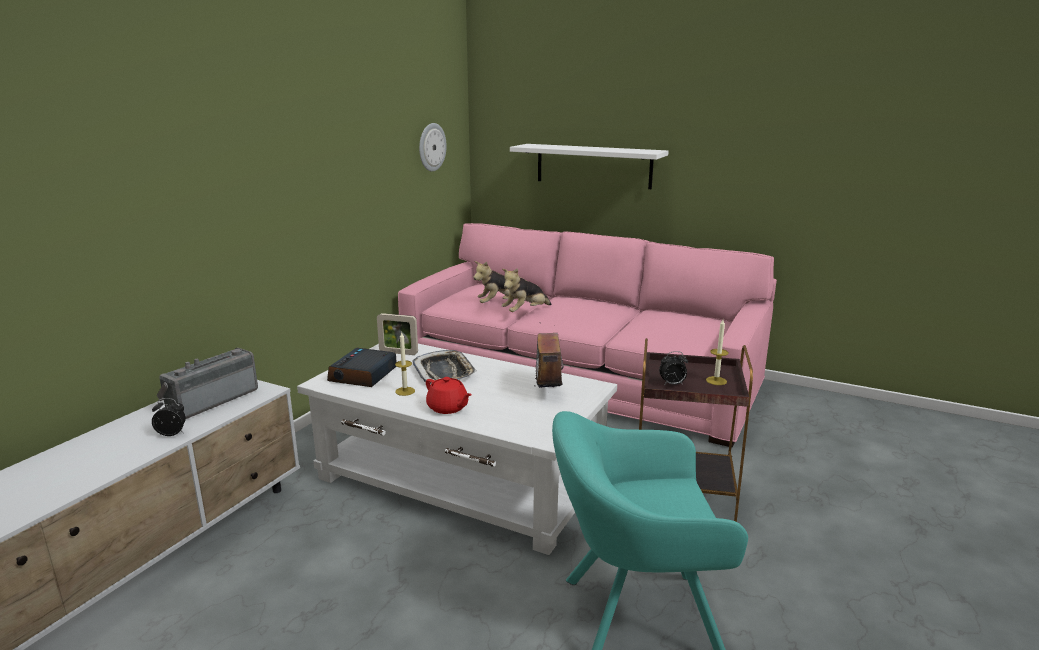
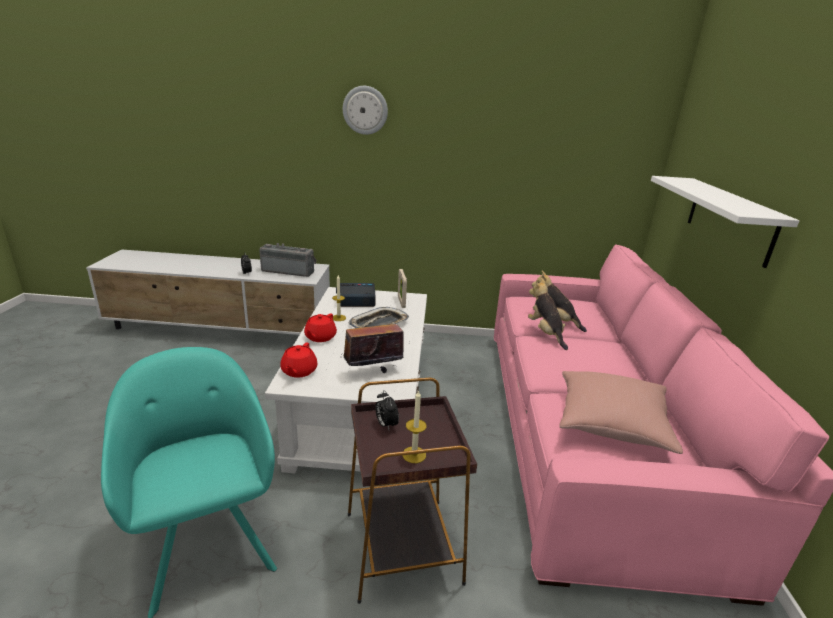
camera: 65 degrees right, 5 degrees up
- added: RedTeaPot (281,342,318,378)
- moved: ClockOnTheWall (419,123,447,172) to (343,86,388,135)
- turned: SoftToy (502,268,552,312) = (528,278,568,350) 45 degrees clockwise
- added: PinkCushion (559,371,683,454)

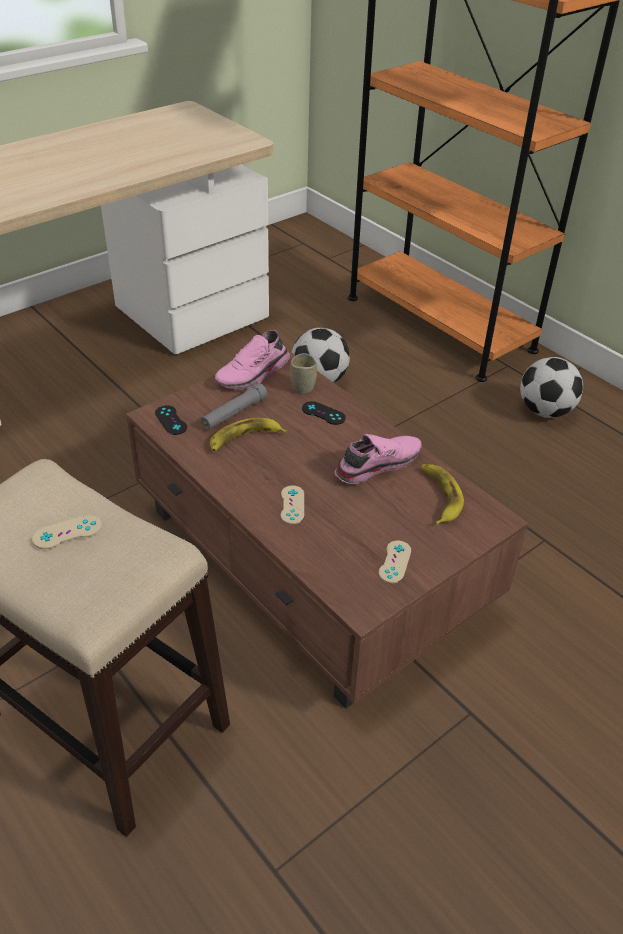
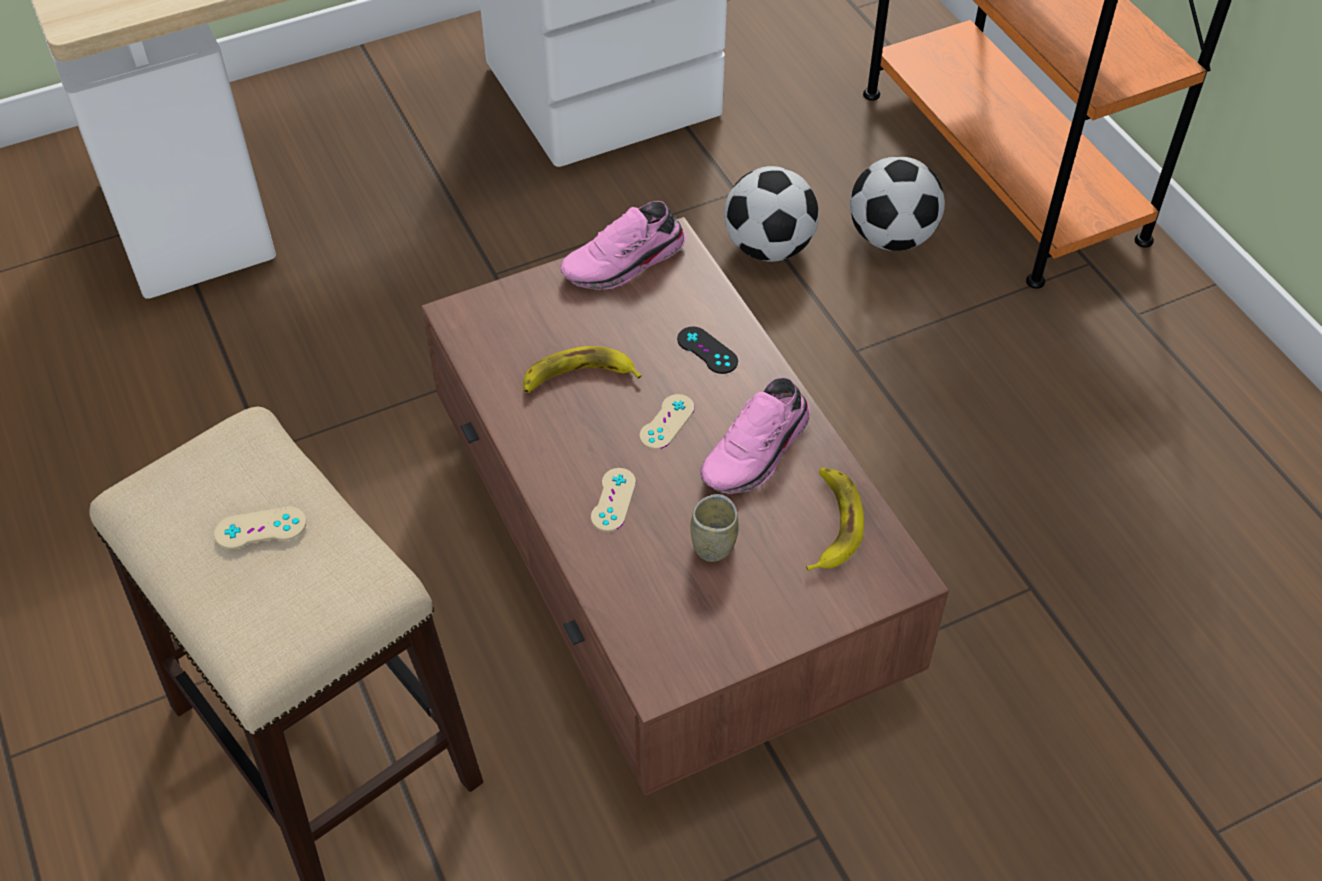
camera: 15 degrees right, 10 degrees up
- moved: BeigeColouredGameController (379,541,411,583) to (639,394,695,450)
- moved: DrinkingCup (289,353,317,394) to (690,494,739,562)
- turned: PinkLowShoe (334,434,422,484) = (700,377,810,494) 150 degrees clockwise
- moved: Football (520,357,583,418) to (850,157,945,251)
- removed: BlackishGameController (155,405,187,435)
- removed: GrayFlashlight (201,383,267,430)

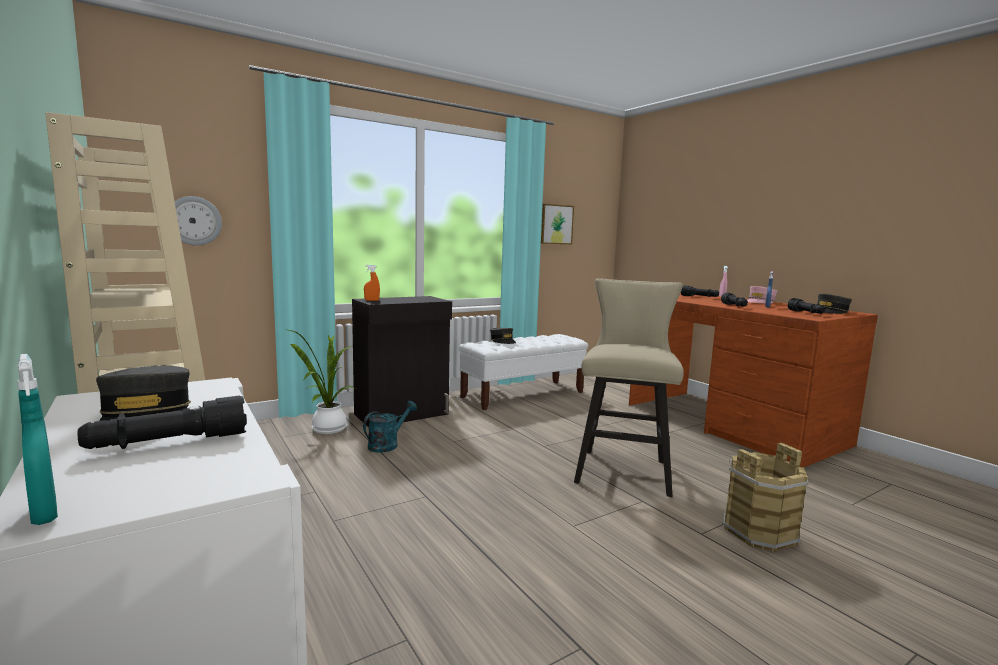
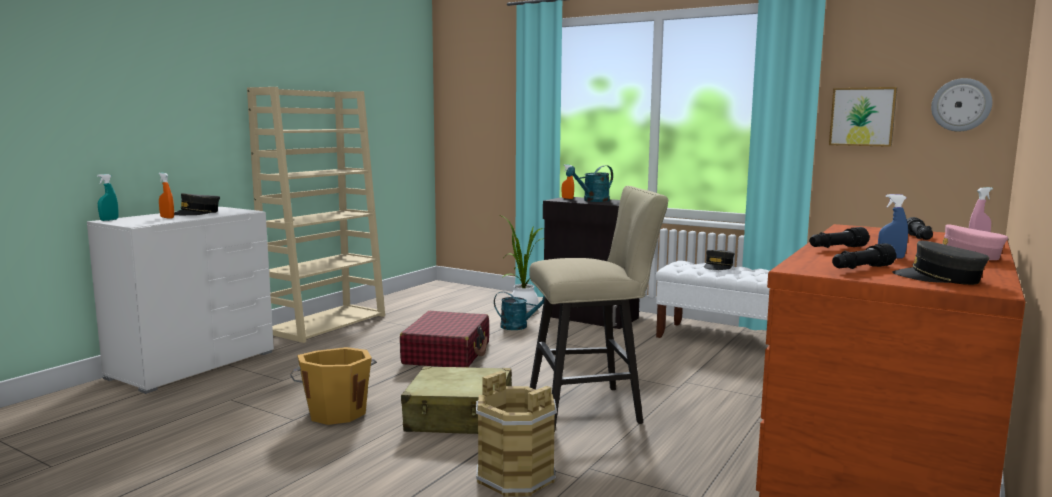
camera: 65 degrees right, 0 degrees up
- replaced: BlackishFlashlight (78,396,247,449) to OrangeSprayer (159,173,174,219)
- added: OrangeWaterBucket (290,347,377,425)
- added: RedPieceOfLuggage (400,311,489,367)
- added: BeigeColouredPieceOfLuggage (401,366,512,434)
- added: BlueGreenWateringCan (566,165,613,202)
- moved: ClockOnTheWall (175,196,222,246) to (931,78,992,132)

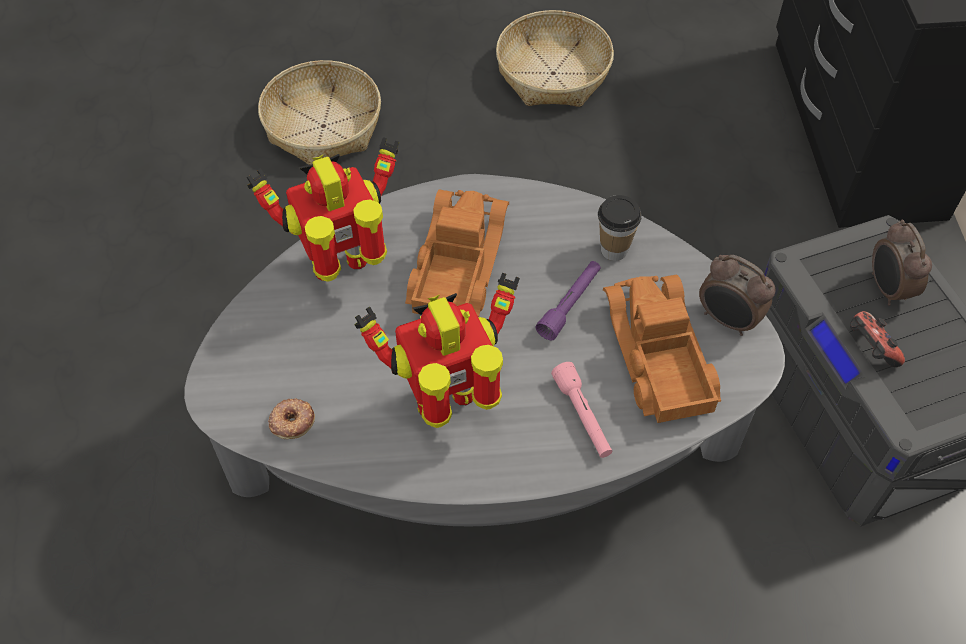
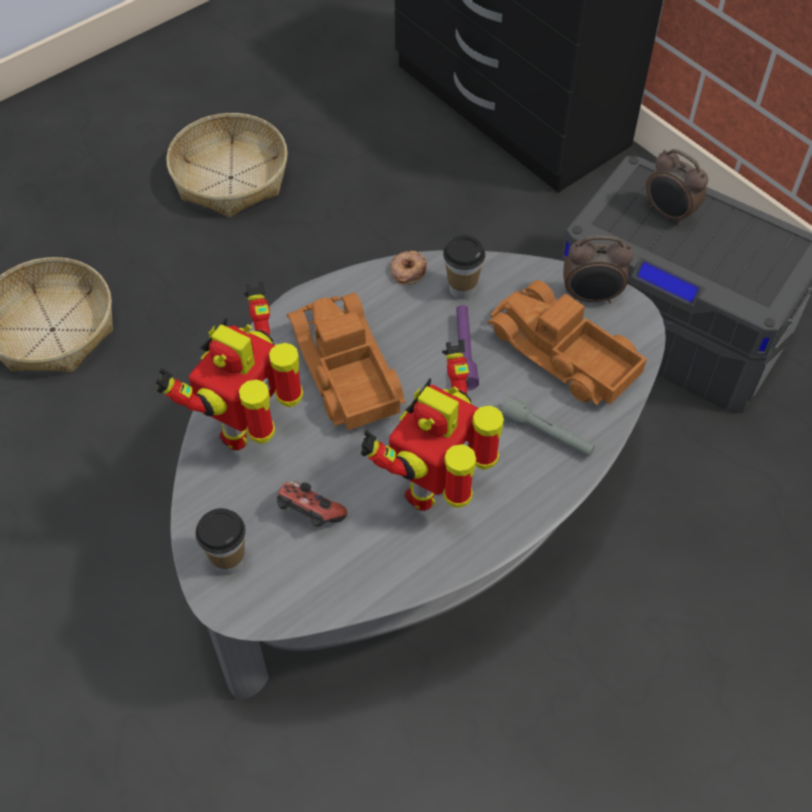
camera: 35 degrees left, 0 degrees up
- added: DrinkingCup (196,508,246,575)
- moved: GameController (850,311,905,367) to (277,481,347,527)
- moved: Donut (268,398,315,439) to (390,251,427,285)
- recoloured: PinkFlashlight (551,362,612,458) to GrayFlashlight (500,395,595,457)

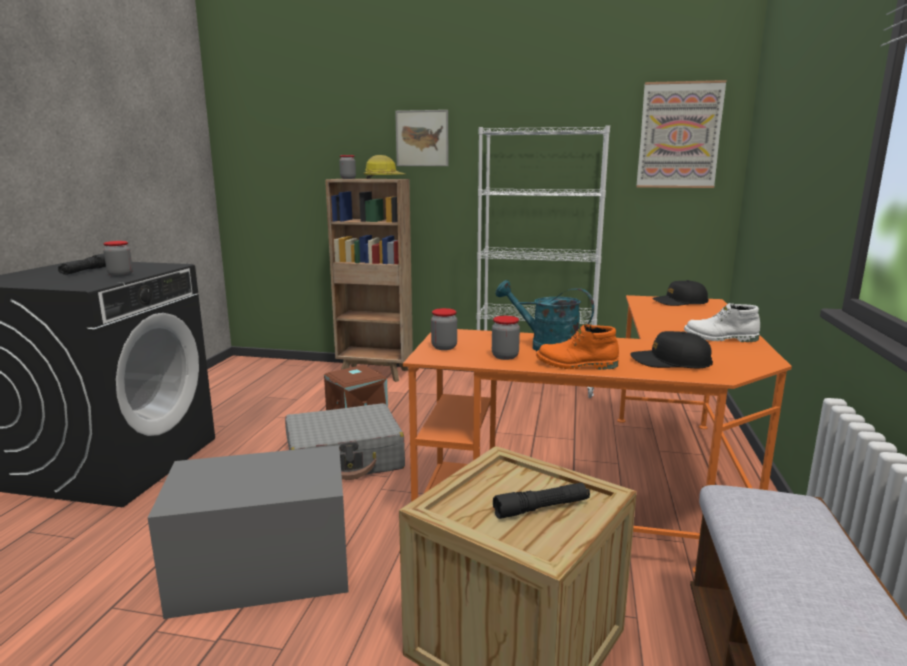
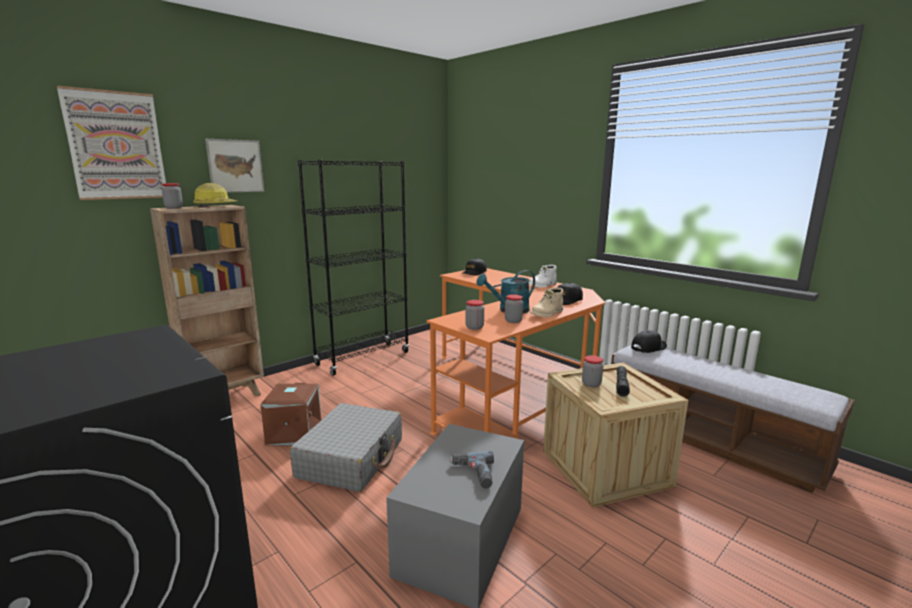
camera: 55 degrees left, 0 degrees up
- moved: WallPicture (637,80,727,188) to (57,86,166,200)
- recoloured: WhiteBookcase (477,125,610,398) to BlackishBookcase (298,160,409,376)
- added: ElectricDrill (449,451,494,488)
- recoloured: OrangeTallBoot (536,324,619,370) to BeigeColouredTallBoot (530,287,563,317)
- moved: PreserveJar (103,241,133,277) to (582,355,603,388)
- added: BlackishBaseballCap (631,330,667,353)
- removed: BlackishFlashlight (58,253,106,275)

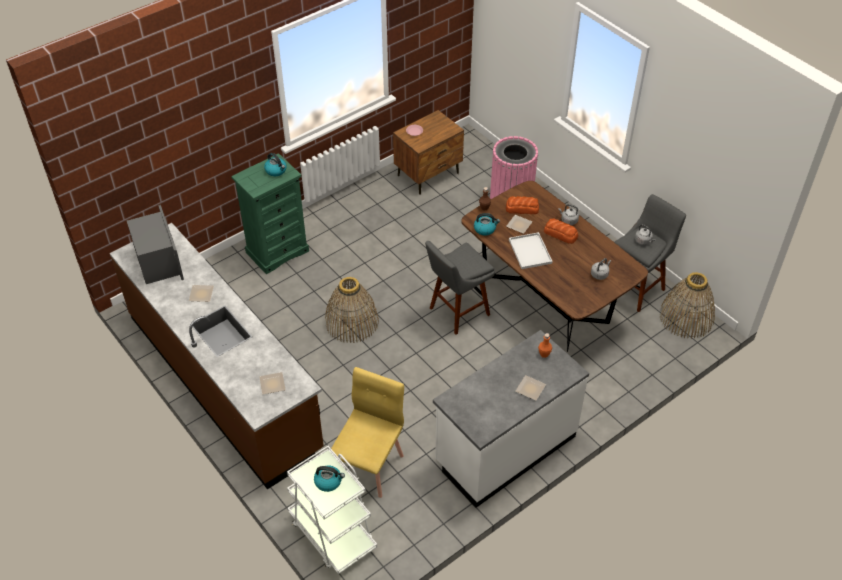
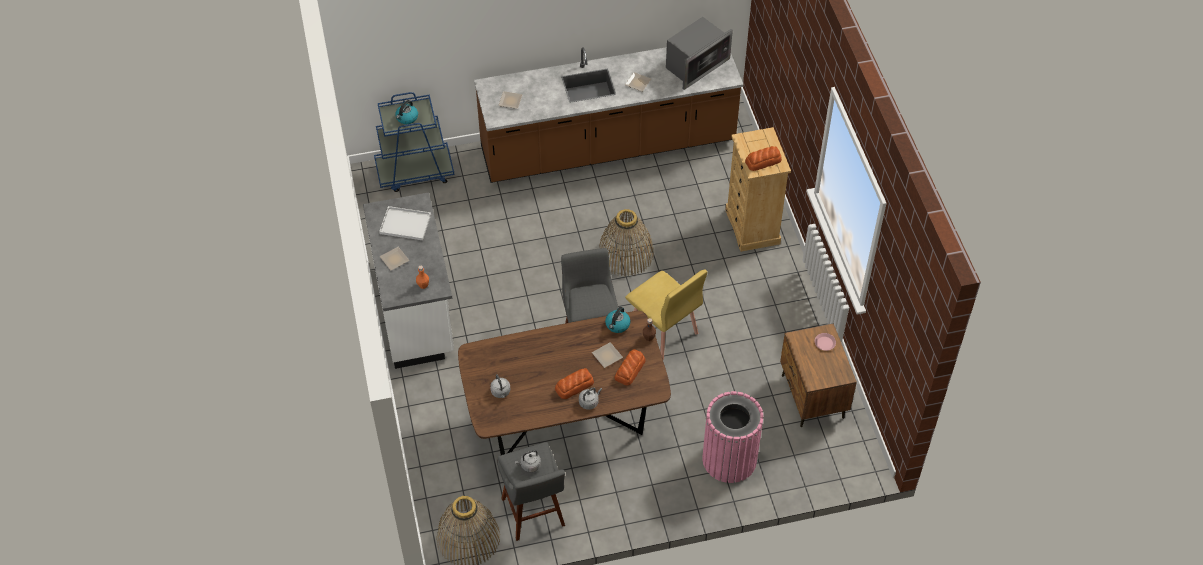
camera: 115 degrees right, 5 degrees up
- recoloured: WhiteCart (287,446,377,574) to BlueColouredCart (374,92,454,192)
- moved: WhiteTray (509,232,552,269) to (379,206,431,240)
- moved: YellowishUprightChair (331,367,404,498) to (625,269,707,360)
- turned: Microwave (127,205,184,284) = (666,17,733,90) 45 degrees counterclockwise
- recoloured: GreenChestOfDrawers (231,153,309,274) to BeigeColouredChestOfDrawers (725,127,791,252)
- replaced: Kettle (264,153,287,176) to BakeryBread (745,146,782,171)

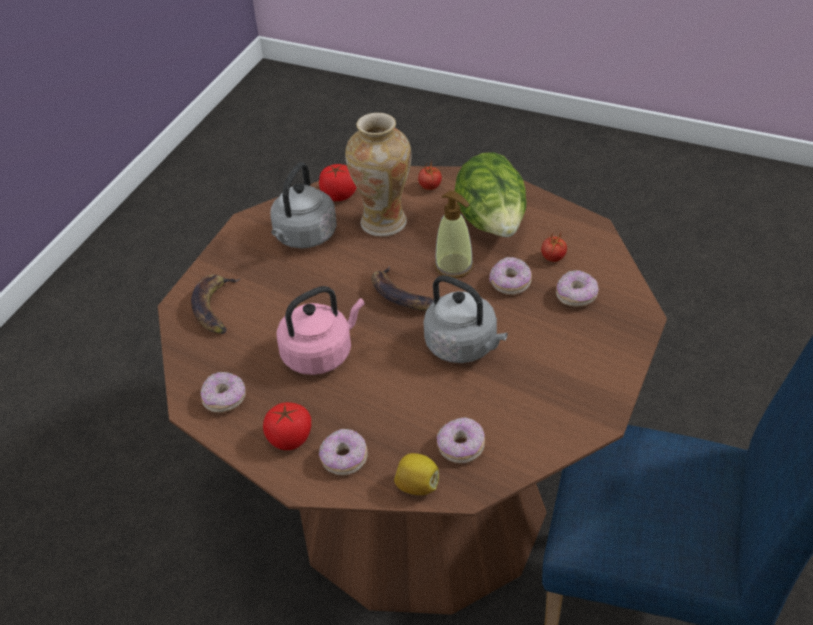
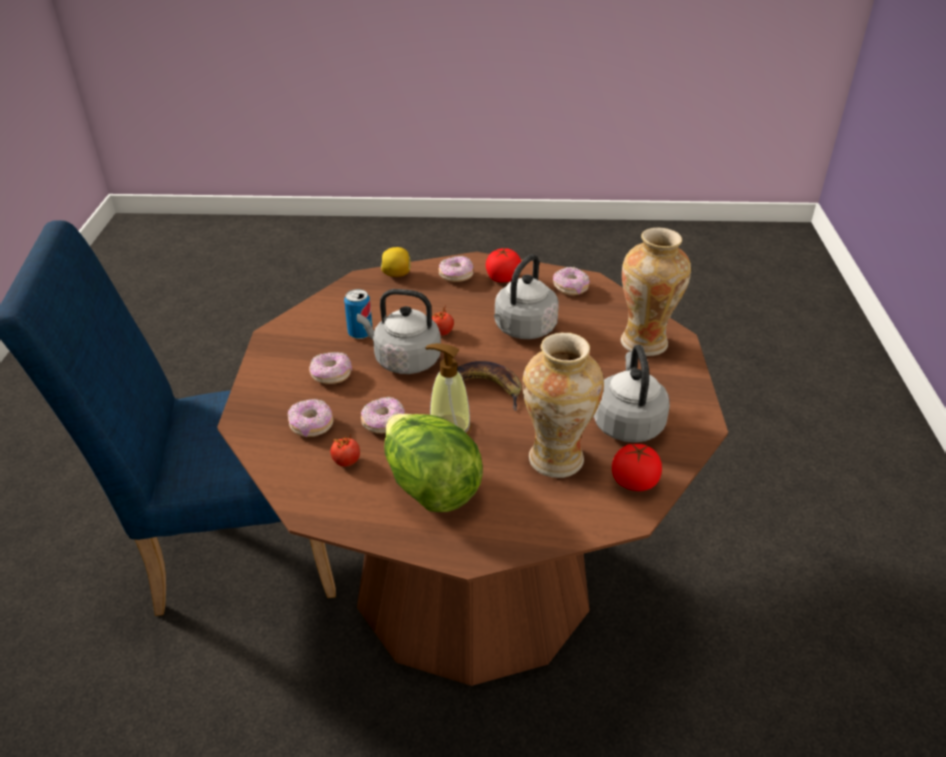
camera: 155 degrees right, 5 degrees down
- moved: Donut (437,417,485,463) to (309,352,352,384)
- added: Can (344,289,373,339)
- moved: WholeTomato (418,160,442,190) to (432,305,454,336)
- recoloured: PinkKettle (276,286,365,375) to GrayKettle (494,254,559,339)
- replaced: BananaFruit (191,274,240,334) to DecorativeVase (621,228,691,356)

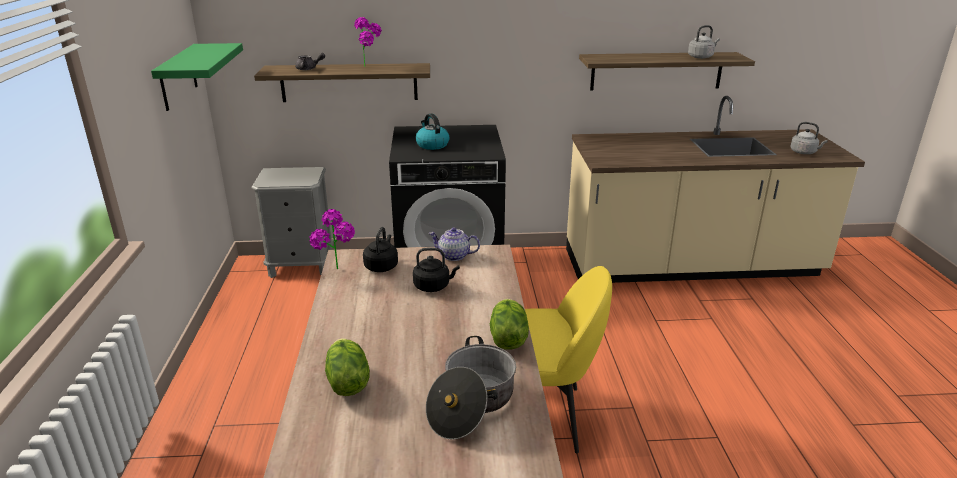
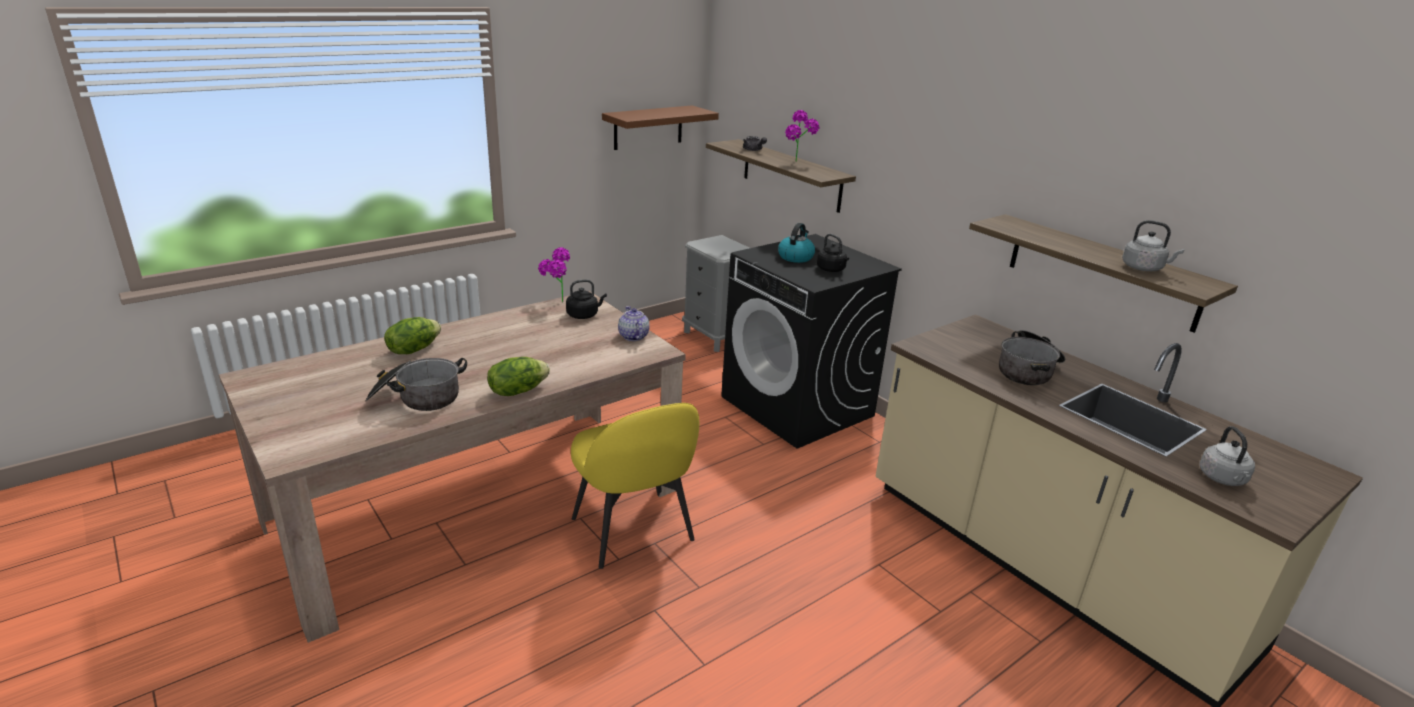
camera: 55 degrees right, 0 degrees up
- recoloured: GreenShelf (151,43,243,111) to BrownishShelf (602,105,719,150)
- moved: BlackishKettle (413,247,460,292) to (817,234,849,272)
- added: Saucepot (999,330,1065,385)

